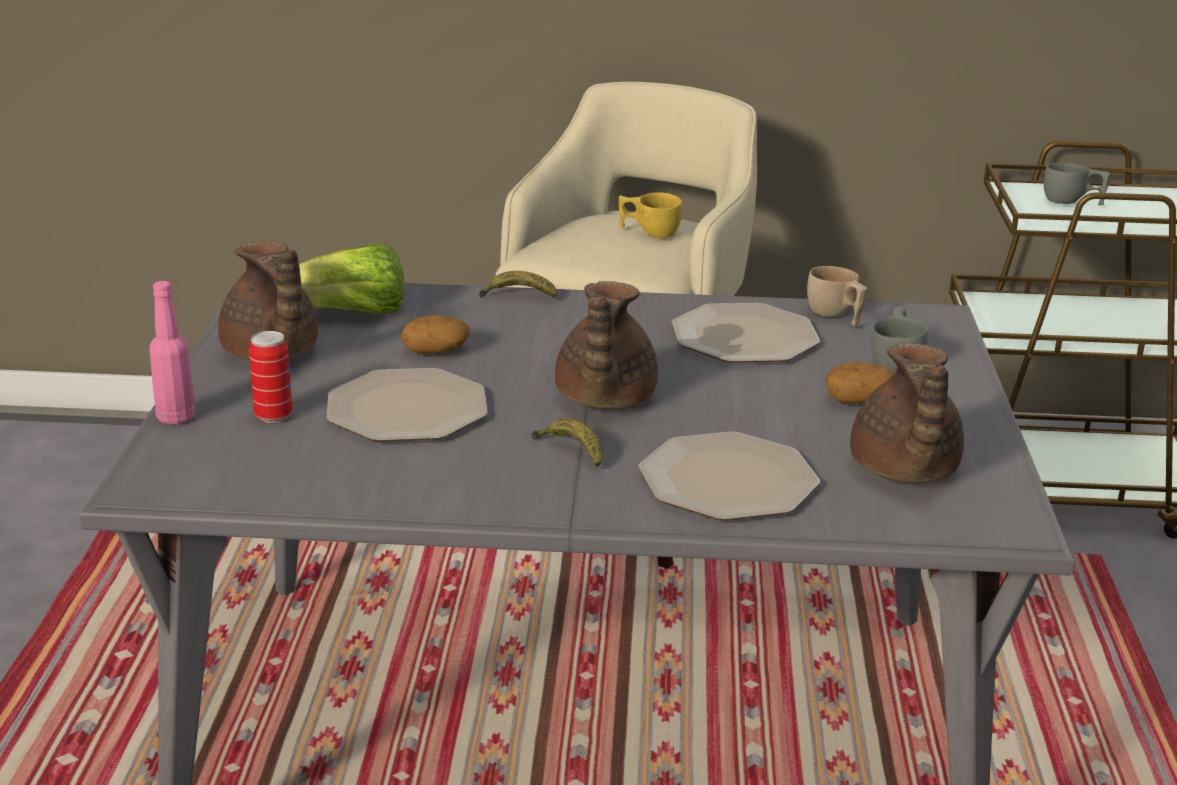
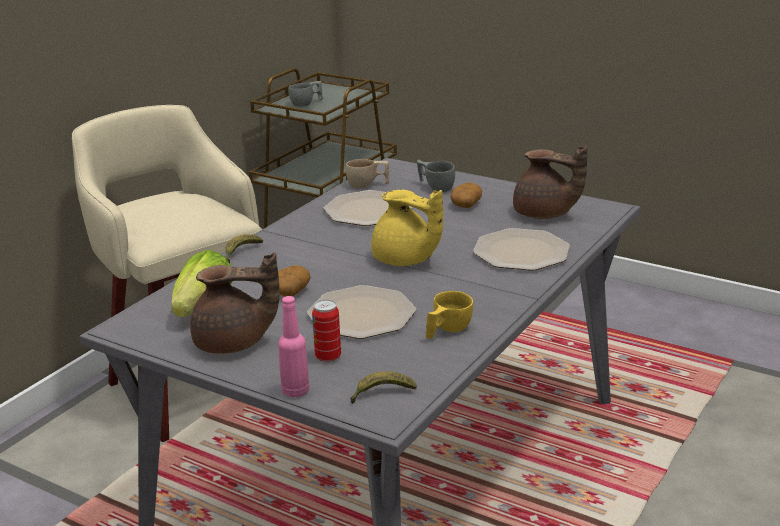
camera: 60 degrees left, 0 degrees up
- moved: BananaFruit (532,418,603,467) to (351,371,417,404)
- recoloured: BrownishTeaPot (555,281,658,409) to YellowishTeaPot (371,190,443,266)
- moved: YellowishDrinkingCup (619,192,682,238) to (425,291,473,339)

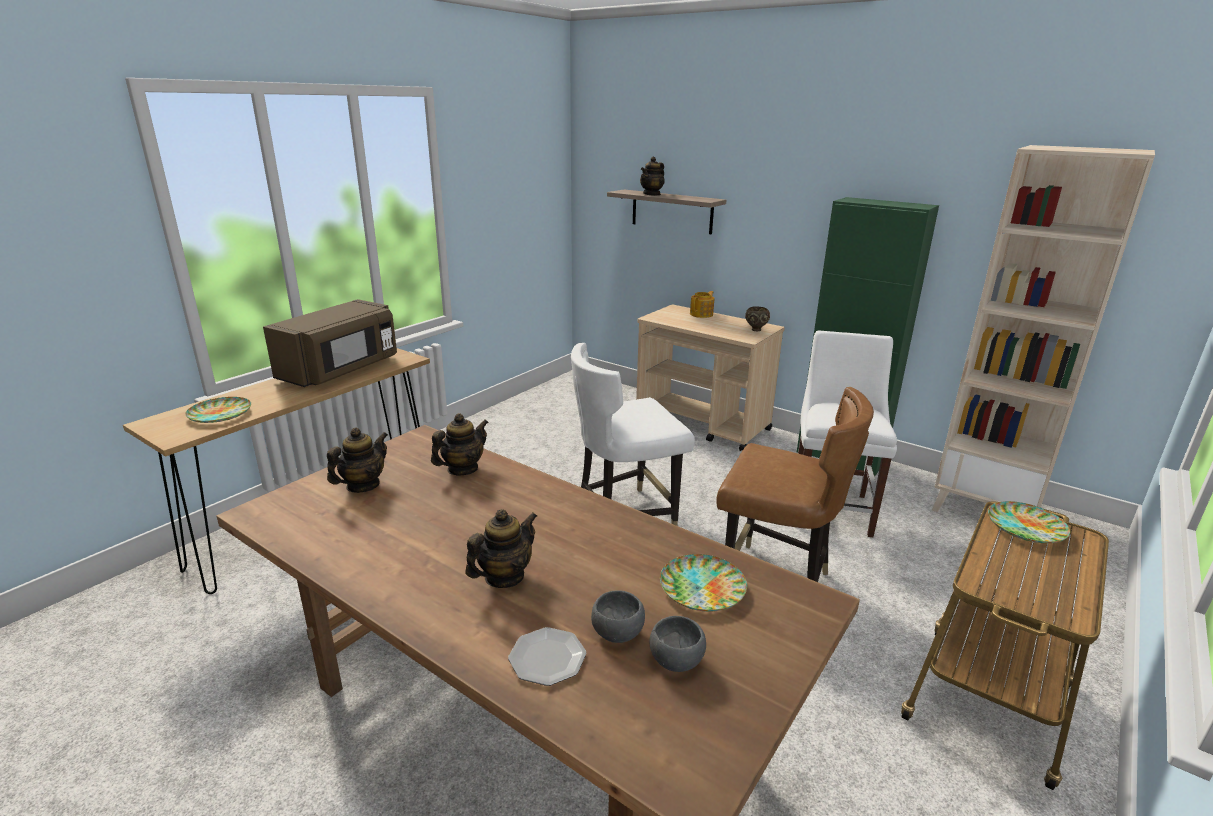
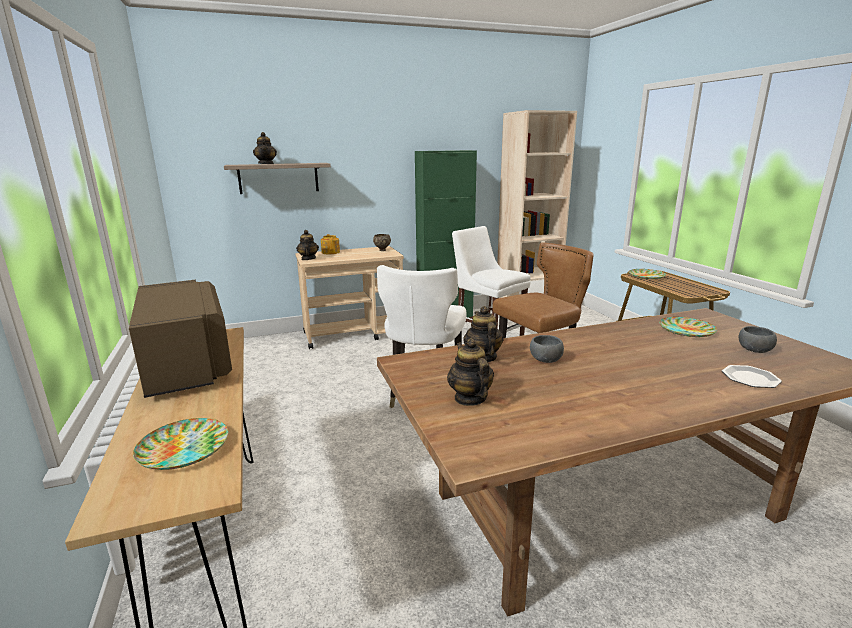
camera: 55 degrees left, 5 degrees down
- moved: TeaPot (465,509,537,588) to (296,230,319,260)
- moved: GrayBowl (591,590,645,643) to (530,335,564,363)

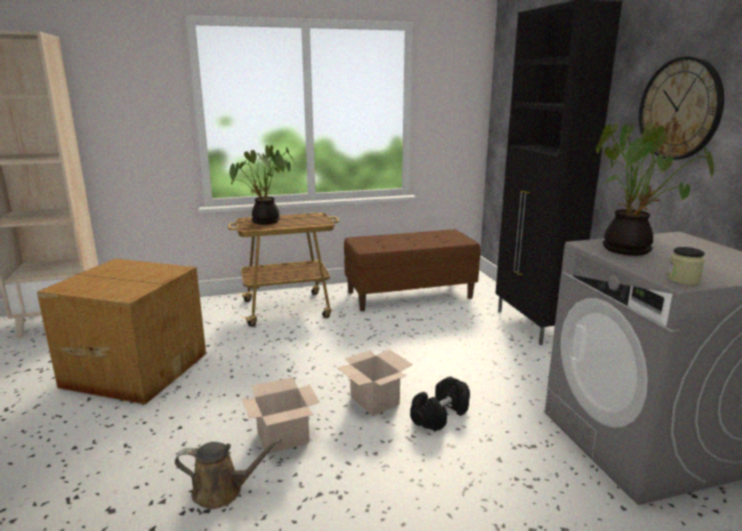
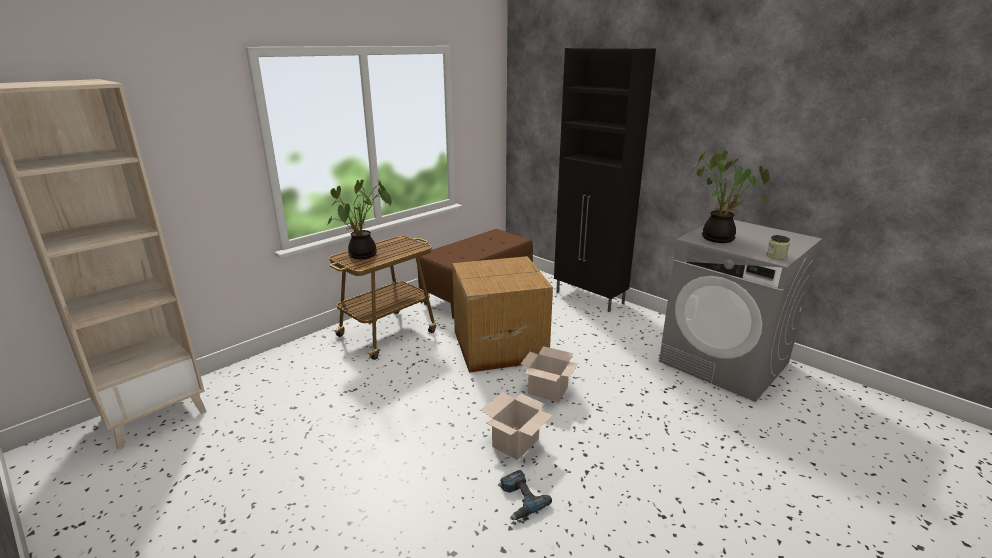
camera: 30 degrees left, 5 degrees up
- moved: CardboardBox (37,259,206,404) to (452,256,553,373)
- replaced: BrownishWateringCan (175,439,282,509) to ElectricDrill (500,470,552,520)
- removed: BlackishHandWeight (410,376,470,431)
- removed: ClockOnTheWall (639,56,724,160)

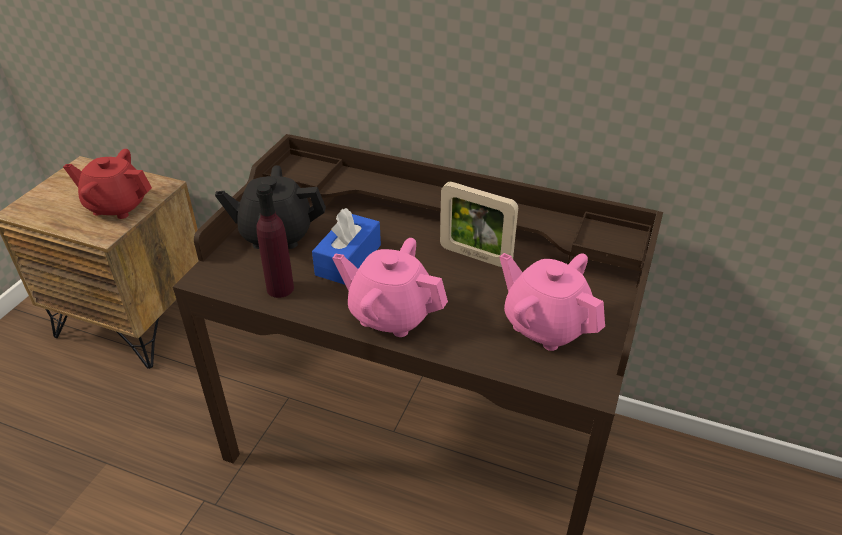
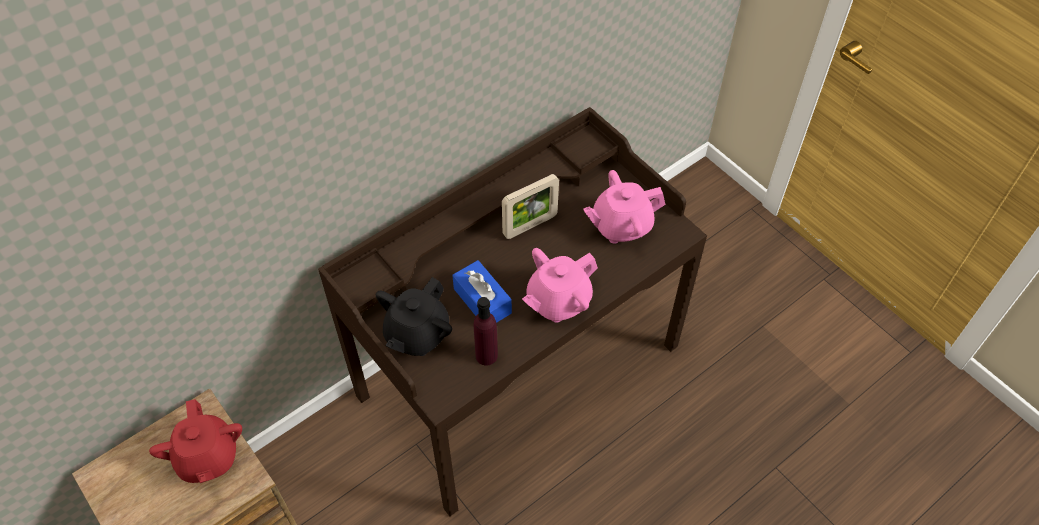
camera: 60 degrees left, 15 degrees up
- turned: RedTeaPot (63,149,152,219) = (149,399,242,483) 60 degrees counterclockwise

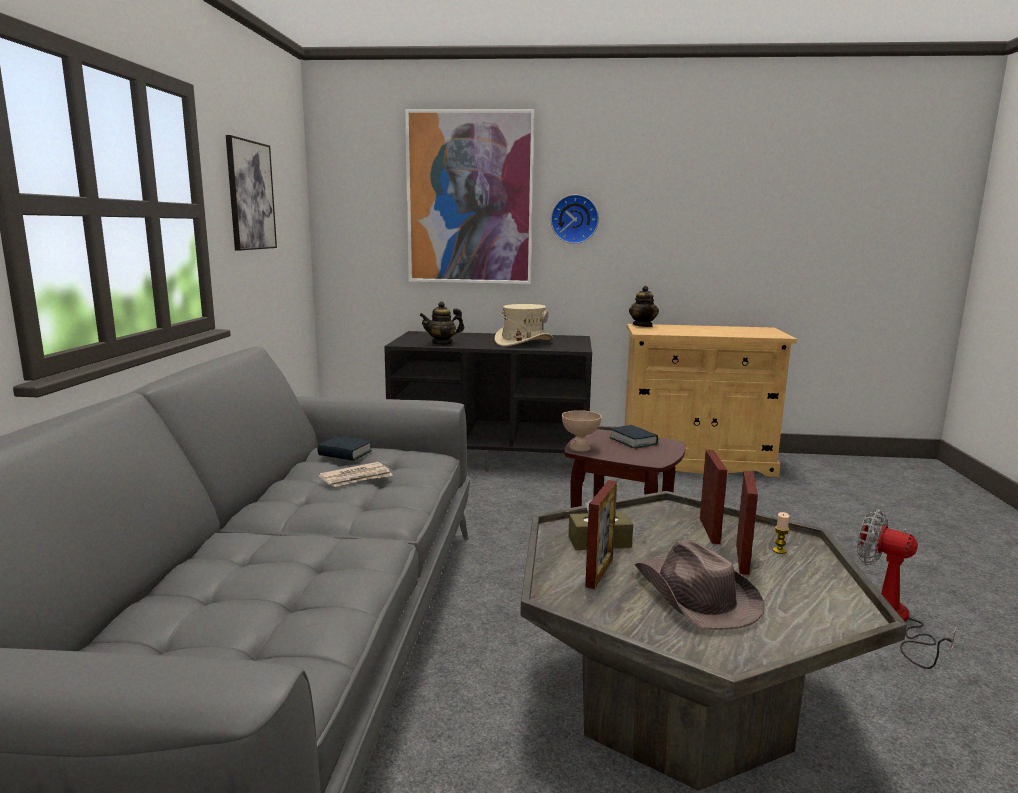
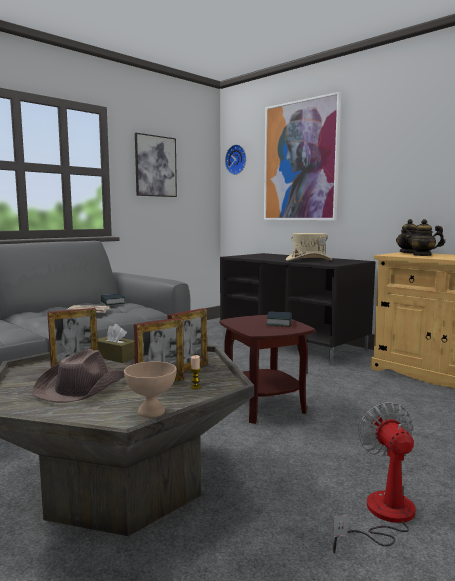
camera: 40 degrees right, 5 degrees down
- moved: BeigeColouredBowl (562,410,602,452) to (124,361,177,418)
- moved: ClockOnTheWall (551,194,599,244) to (225,144,246,175)
- moved: TeaPot (419,302,464,345) to (403,219,445,256)

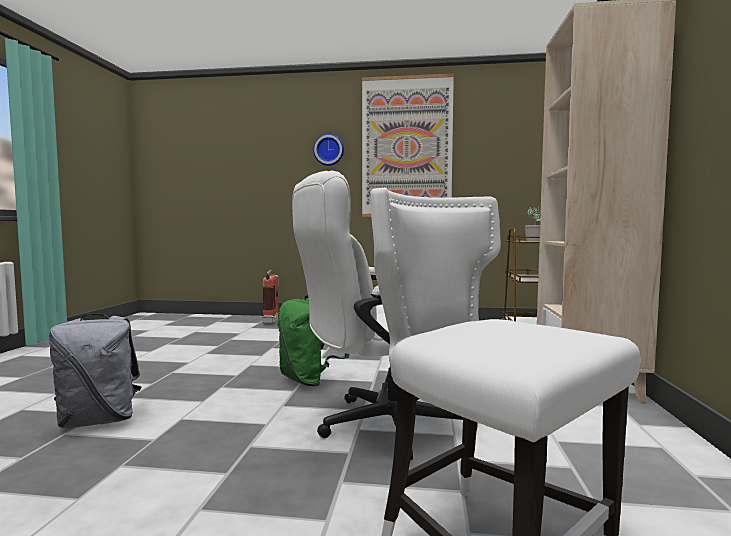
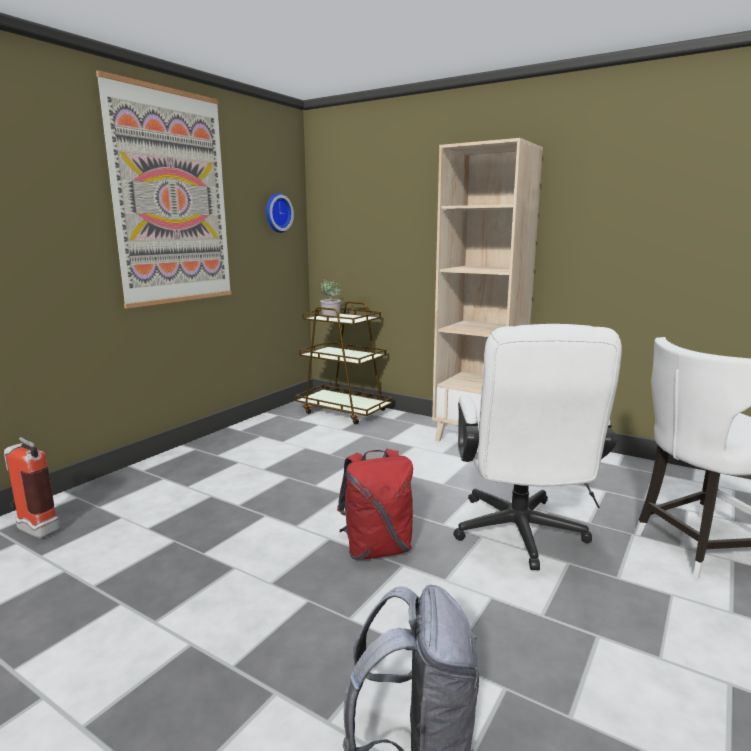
camera: 65 degrees left, 10 degrees up
- moved: ClockOnTheWall (313,134,344,166) to (266,193,294,233)
- recoloured: GreenBackpack (277,295,349,386) to RedBackpack (337,449,413,560)

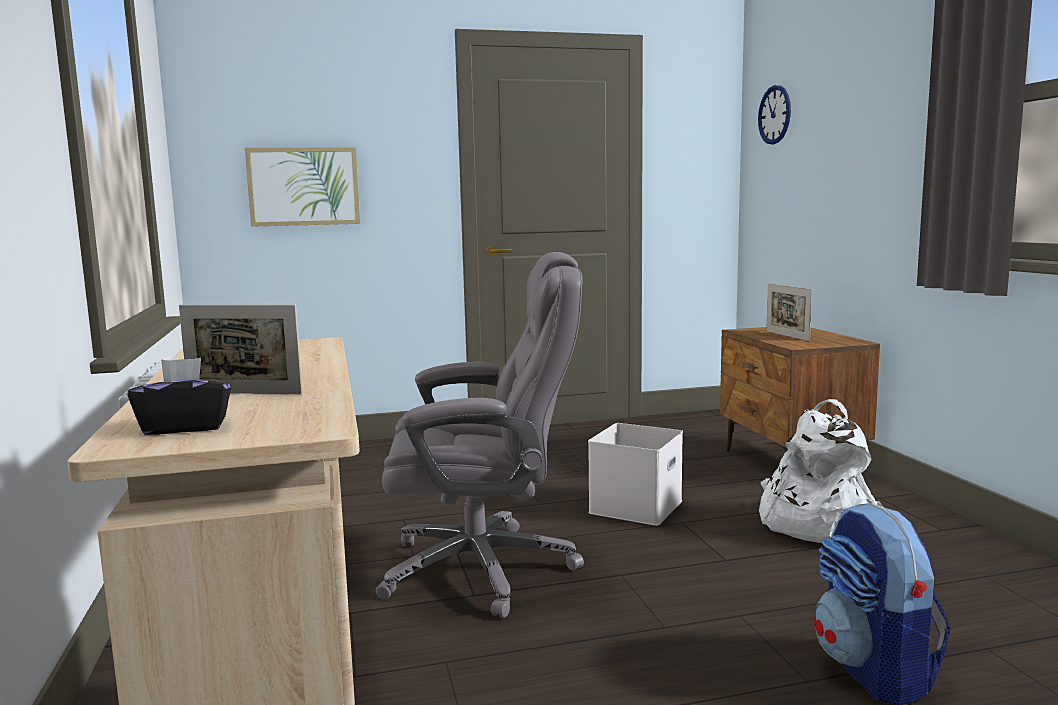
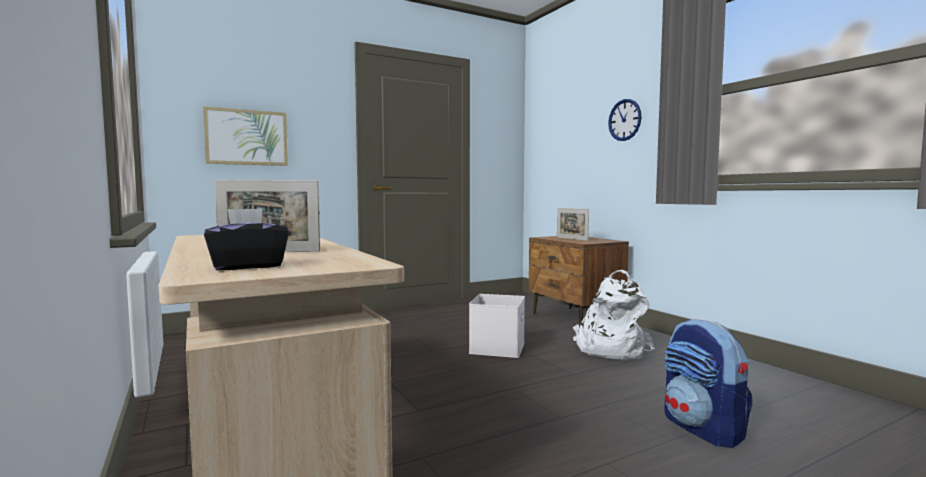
camera: 15 degrees left, 5 degrees down
- moved: ClockOnTheWall (758,85,791,145) to (608,99,642,141)
- removed: GrayOfficeChair (375,252,584,618)

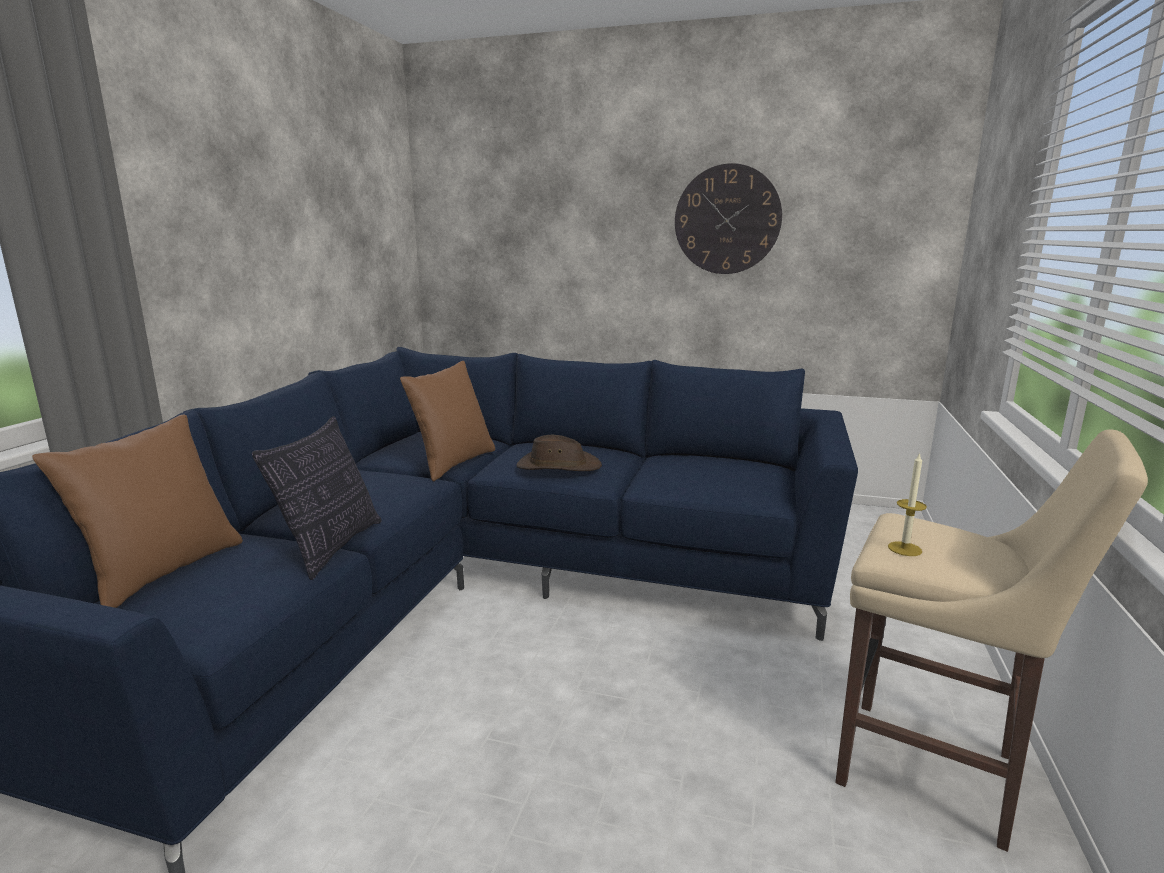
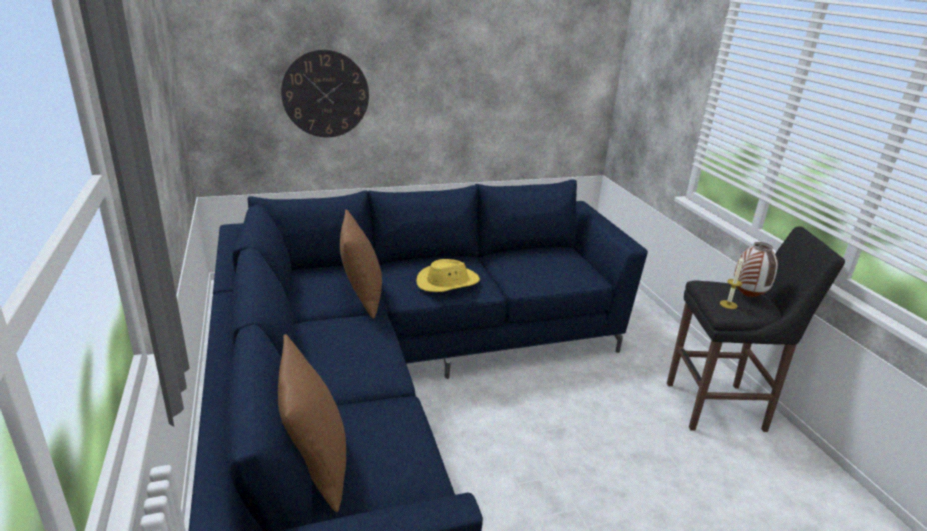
camera: 35 degrees left, 10 degrees up
- moved: ClockOnTheWall (675,163,782,274) to (281,50,369,137)
- recoloured: BrownishWearableHat (516,435,602,471) to YellowishWearableHat (416,259,480,292)
- recoloured: BeigeColouredSittingStool (835,429,1148,852) to BlackishSittingStool (667,226,845,432)
- added: DecorativeVase (734,242,778,297)
- removed: Cushion (252,416,382,580)

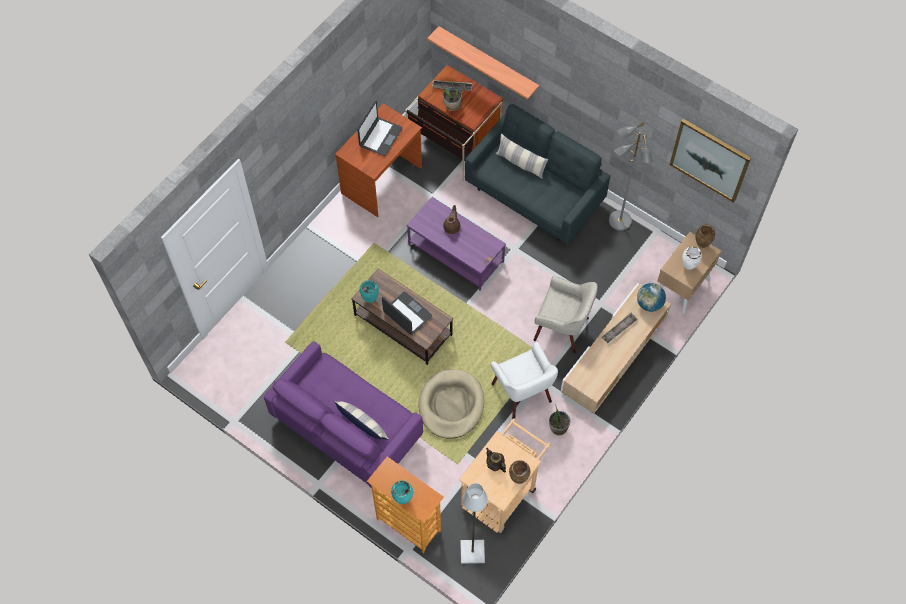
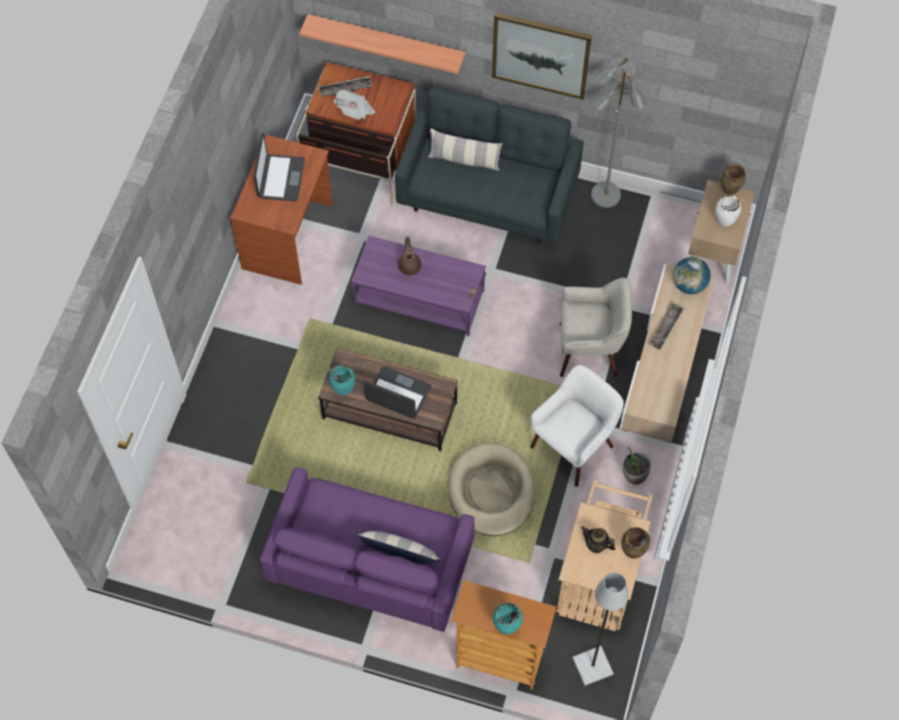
camera: 20 degrees left, 0 degrees up
- replaced: Houseplant (443,87,462,111) to PrintedPaper (334,89,375,120)
- moved: WallPicture (670,119,751,203) to (492,13,592,100)
- turned: WhiteArmchair (491,342,558,419) = (530,365,624,487) 90 degrees counterclockwise

